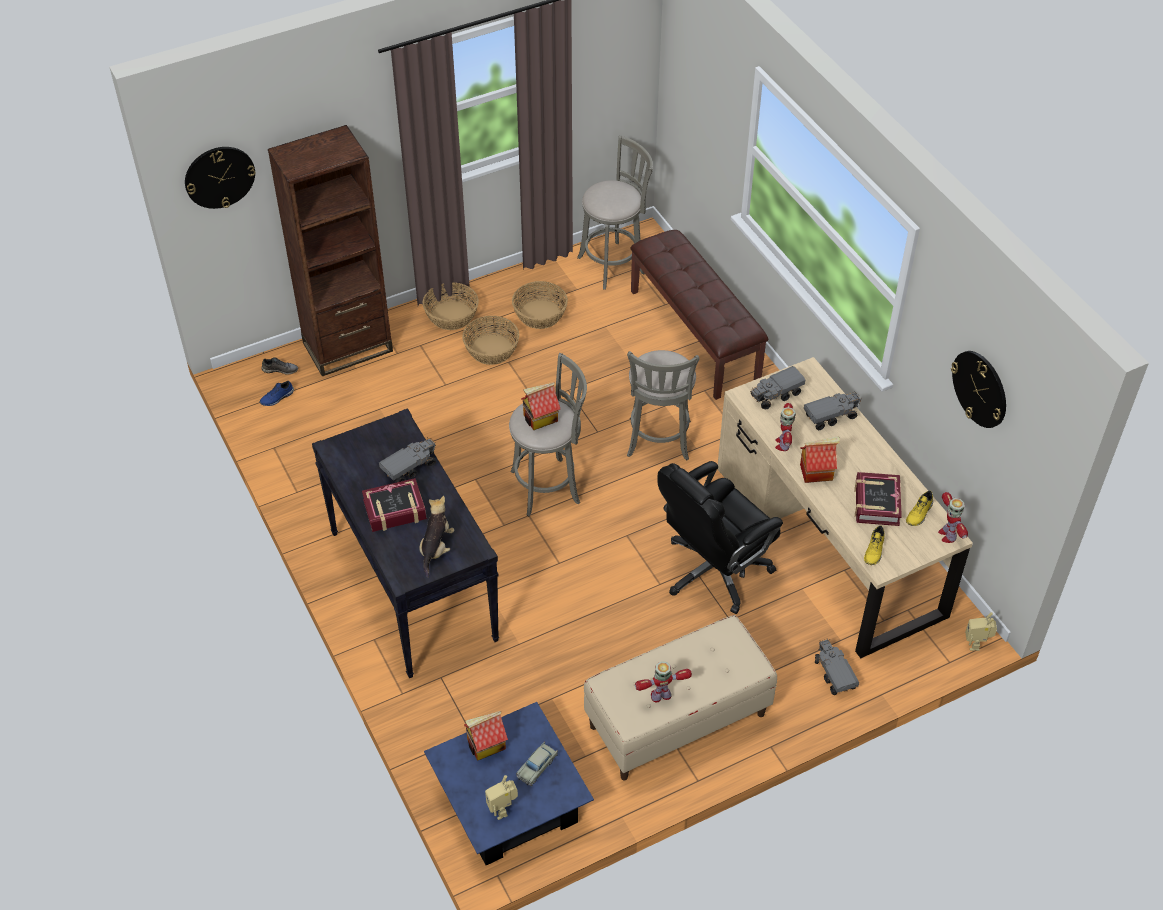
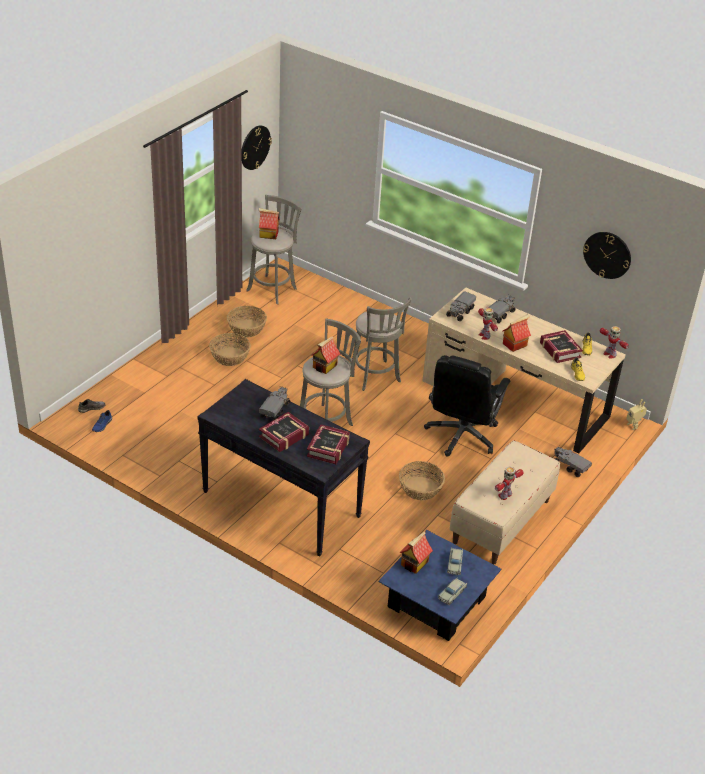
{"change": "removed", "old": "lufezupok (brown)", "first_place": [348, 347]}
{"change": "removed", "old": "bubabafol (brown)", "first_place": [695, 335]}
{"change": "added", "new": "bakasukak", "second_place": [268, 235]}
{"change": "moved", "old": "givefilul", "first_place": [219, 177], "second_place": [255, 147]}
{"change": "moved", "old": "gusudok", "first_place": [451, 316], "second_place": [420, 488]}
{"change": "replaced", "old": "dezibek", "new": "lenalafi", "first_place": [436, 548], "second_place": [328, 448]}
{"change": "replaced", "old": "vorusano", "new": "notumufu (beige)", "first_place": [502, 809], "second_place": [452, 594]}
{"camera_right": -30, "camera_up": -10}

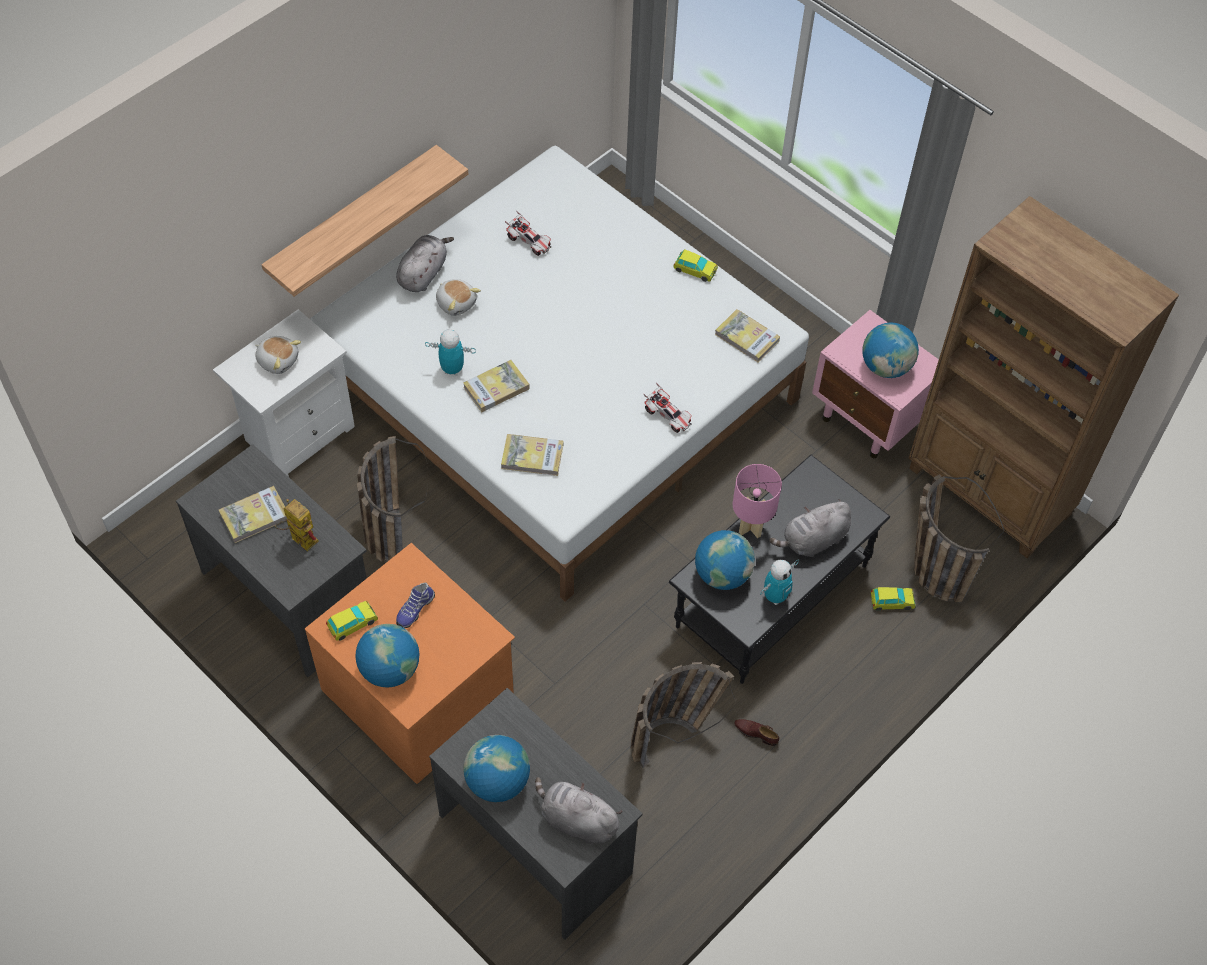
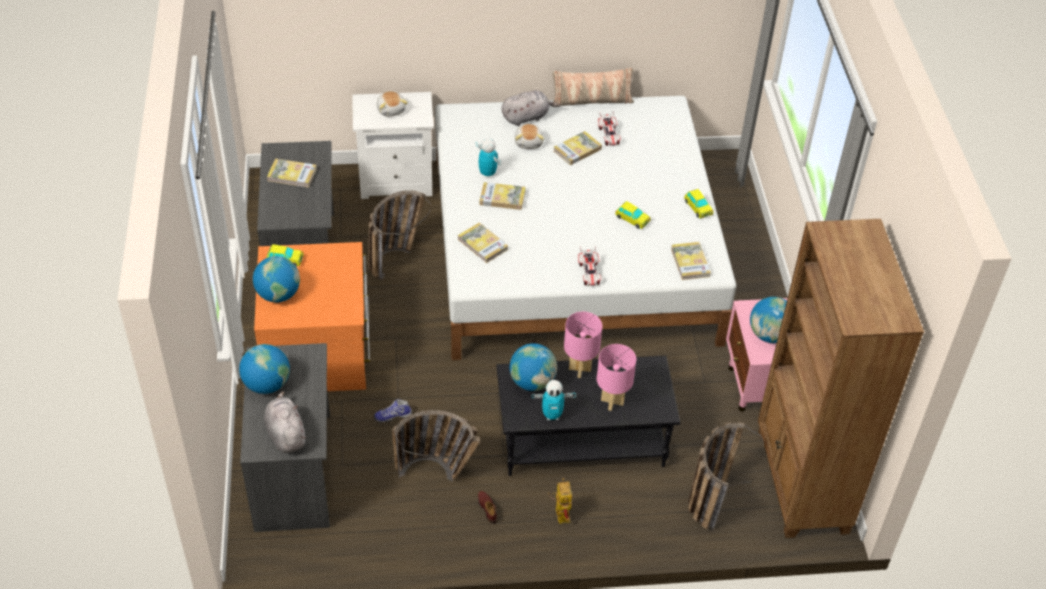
{"change": "removed", "old": "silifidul", "first_place": [353, 217]}
{"change": "added", "new": "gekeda", "second_place": [591, 100]}
{"change": "added", "new": "lenalafi", "second_place": [577, 150]}
{"change": "moved", "old": "vorusano", "first_place": [299, 539], "second_place": [560, 512]}
{"change": "moved", "old": "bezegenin", "first_place": [414, 609], "second_place": [393, 416]}
{"change": "moved", "old": "notumufu", "first_place": [892, 602], "second_place": [632, 219]}
{"change": "replaced", "old": "dezibek (grey)", "new": "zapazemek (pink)", "first_place": [812, 540], "second_place": [611, 402]}
{"camera_right": 40, "camera_up": -10}

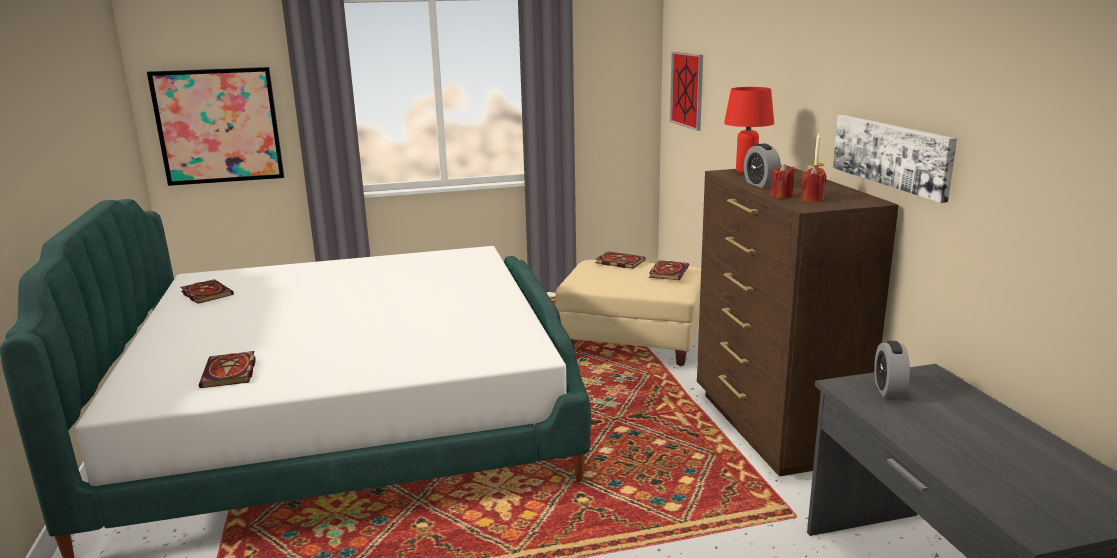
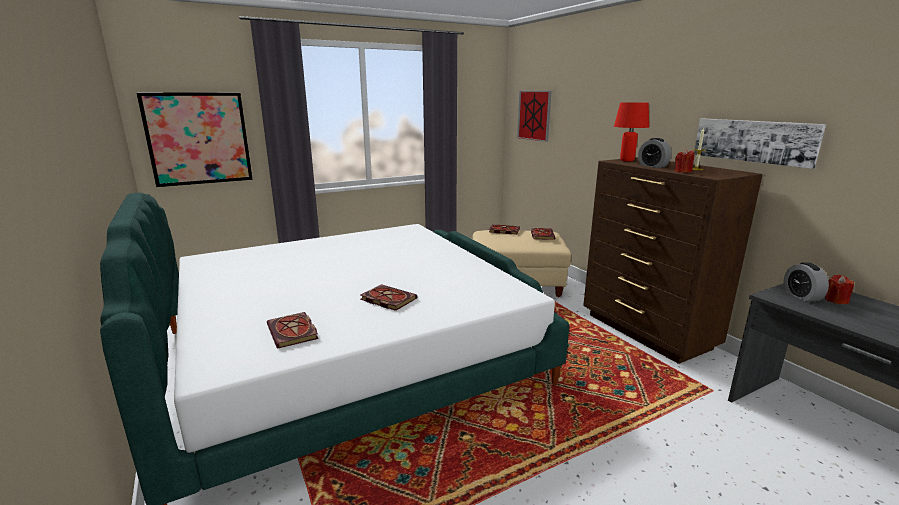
{"change": "moved", "old": "lenalafi", "first_place": [205, 293], "second_place": [386, 299]}
{"change": "moved", "old": "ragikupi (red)", "first_place": [812, 199], "second_place": [836, 300]}
{"camera_right": -15, "camera_up": 0}

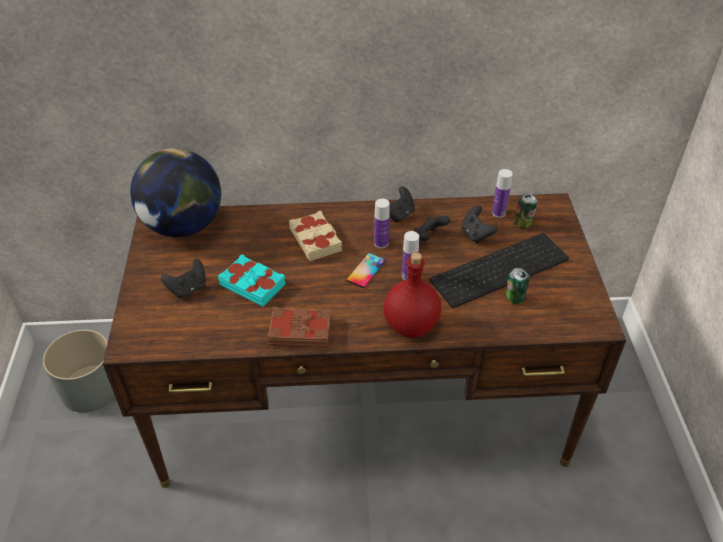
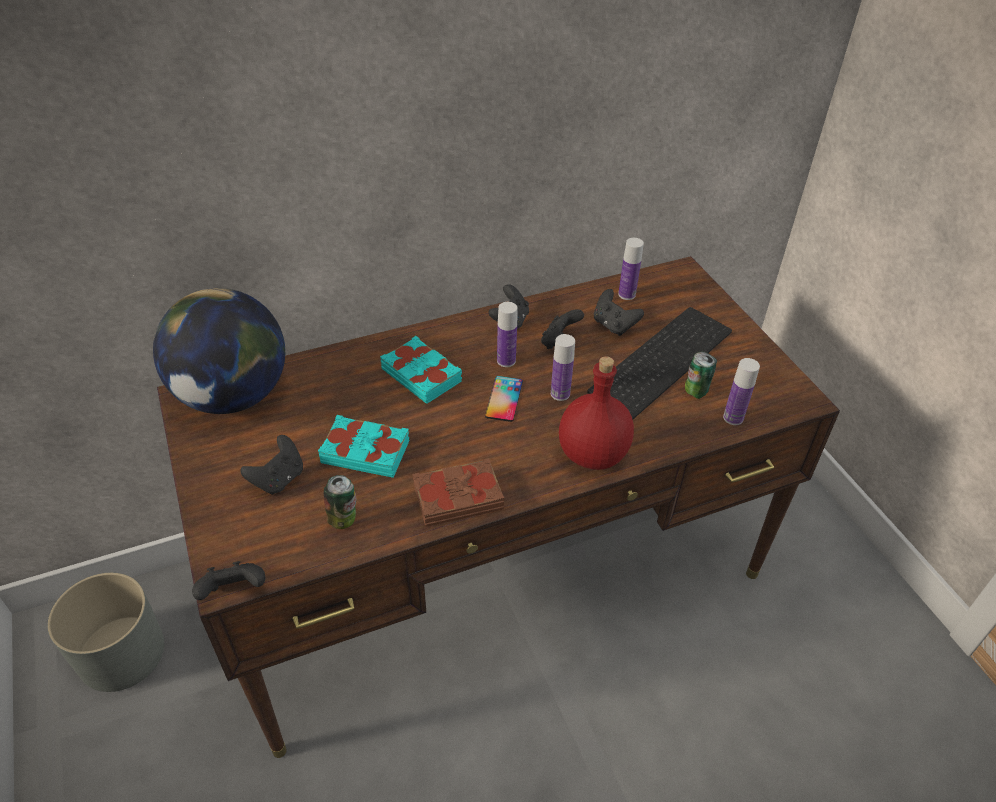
{"change": "added", "new": "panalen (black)", "second_place": [234, 591]}
{"change": "added", "new": "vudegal", "second_place": [733, 418]}
{"change": "moved", "old": "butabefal", "first_place": [523, 224], "second_place": [344, 519]}
{"change": "recoloured", "old": "lenalafi (beige)", "new": "lenalafi (turquoise)", "first_place": [316, 240], "second_place": [422, 374]}
{"camera_right": -20, "camera_up": 0}

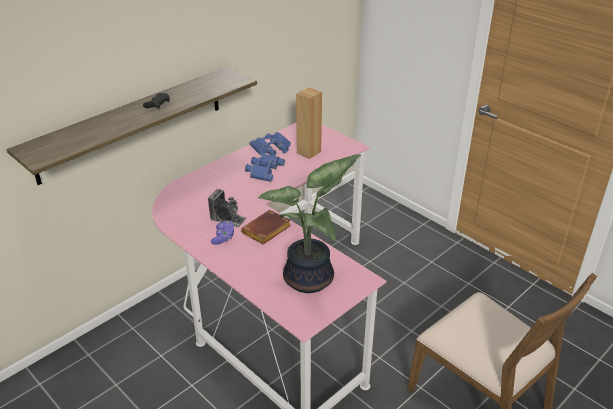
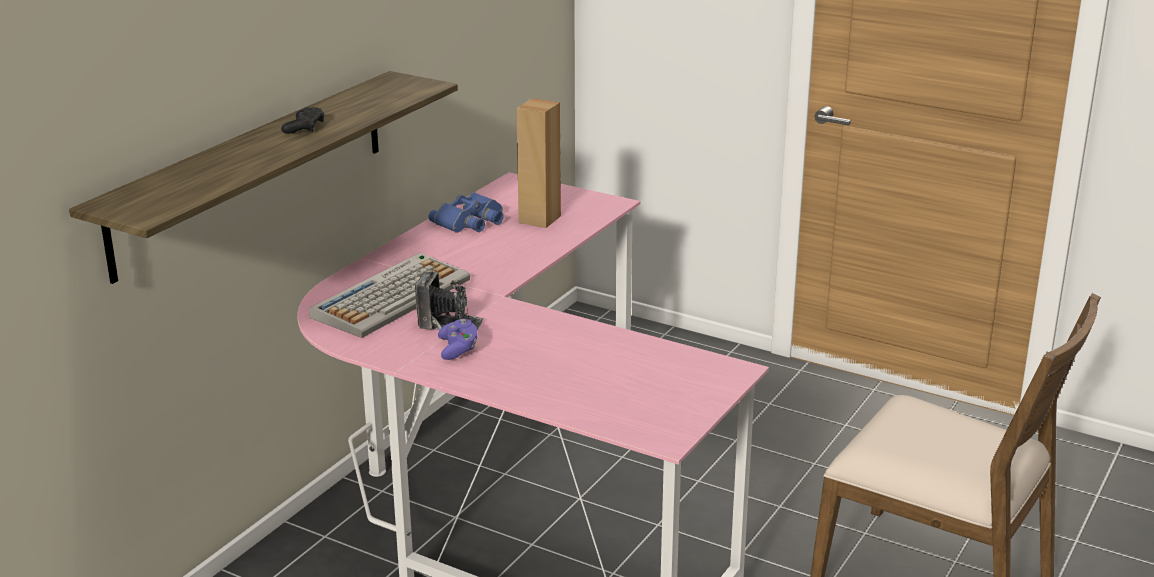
{"change": "removed", "old": "lenalafi (brown)", "first_place": [266, 231]}
{"change": "removed", "old": "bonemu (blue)", "first_place": [263, 170]}
{"change": "removed", "old": "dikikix", "first_place": [312, 279]}
{"change": "added", "new": "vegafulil", "second_place": [392, 297]}
{"camera_right": -15, "camera_up": -10}

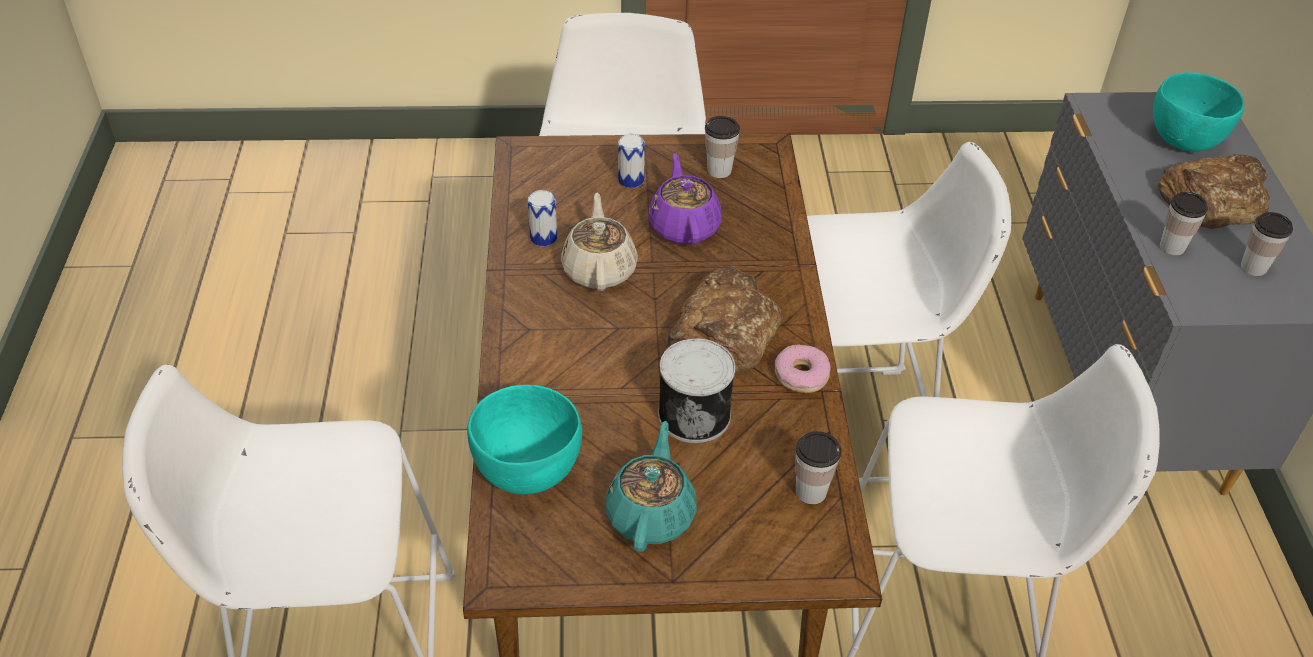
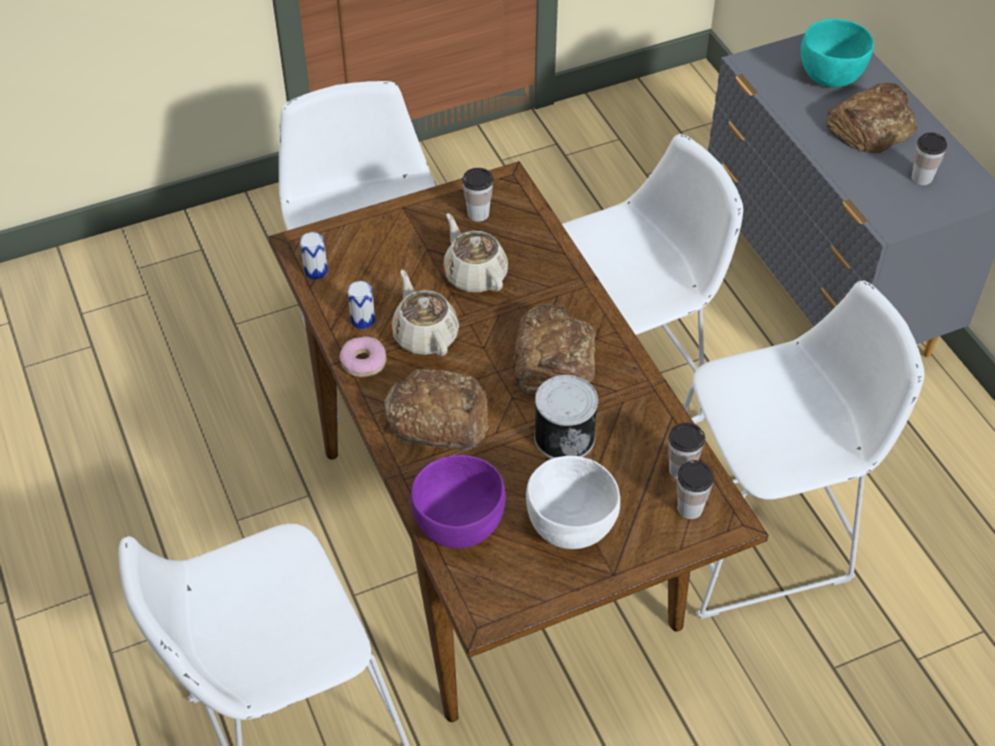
{"change": "added", "new": "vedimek", "second_place": [437, 417]}
{"change": "moved", "old": "butabefal", "first_place": [631, 180], "second_place": [316, 271]}
{"change": "moved", "old": "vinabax", "first_place": [801, 375], "second_place": [364, 362]}
{"change": "moved", "old": "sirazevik", "first_place": [1172, 247], "second_place": [689, 508]}
{"change": "replaced", "old": "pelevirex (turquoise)", "new": "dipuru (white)", "first_place": [651, 513], "second_place": [571, 527]}
{"change": "recoloured", "old": "dipuru (turquoise)", "new": "dipuru (purple)", "first_place": [529, 472], "second_place": [460, 526]}
{"change": "recoloured", "old": "pelevirex (purple)", "new": "pelevirex (beige)", "first_place": [684, 226], "second_place": [474, 274]}
{"camera_right": -20, "camera_up": 5}

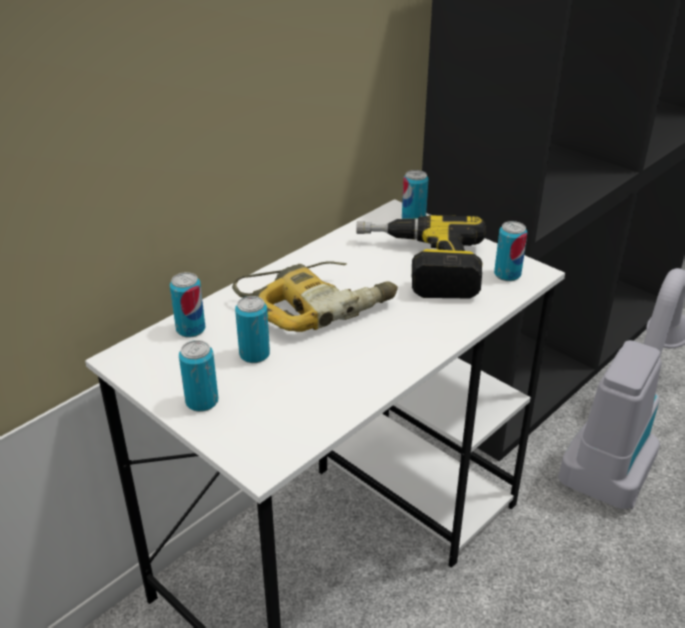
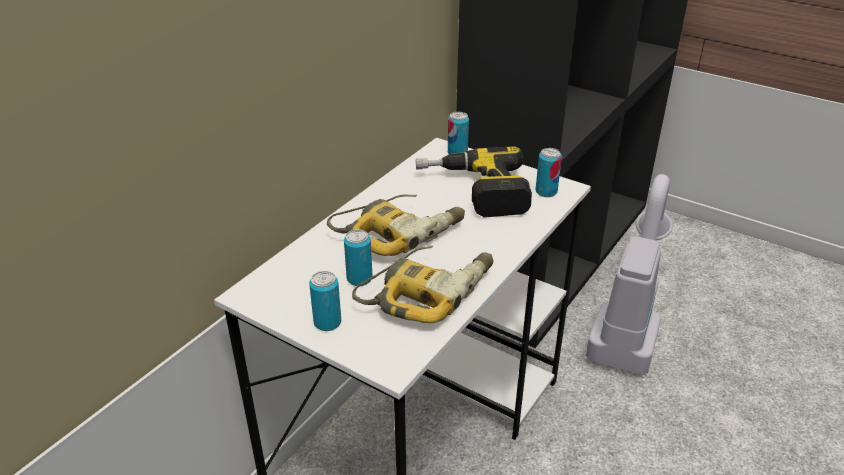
{"change": "removed", "old": "butabefal", "first_place": [191, 329]}
{"change": "added", "new": "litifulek", "second_place": [428, 290]}
{"camera_right": -10, "camera_up": 0}

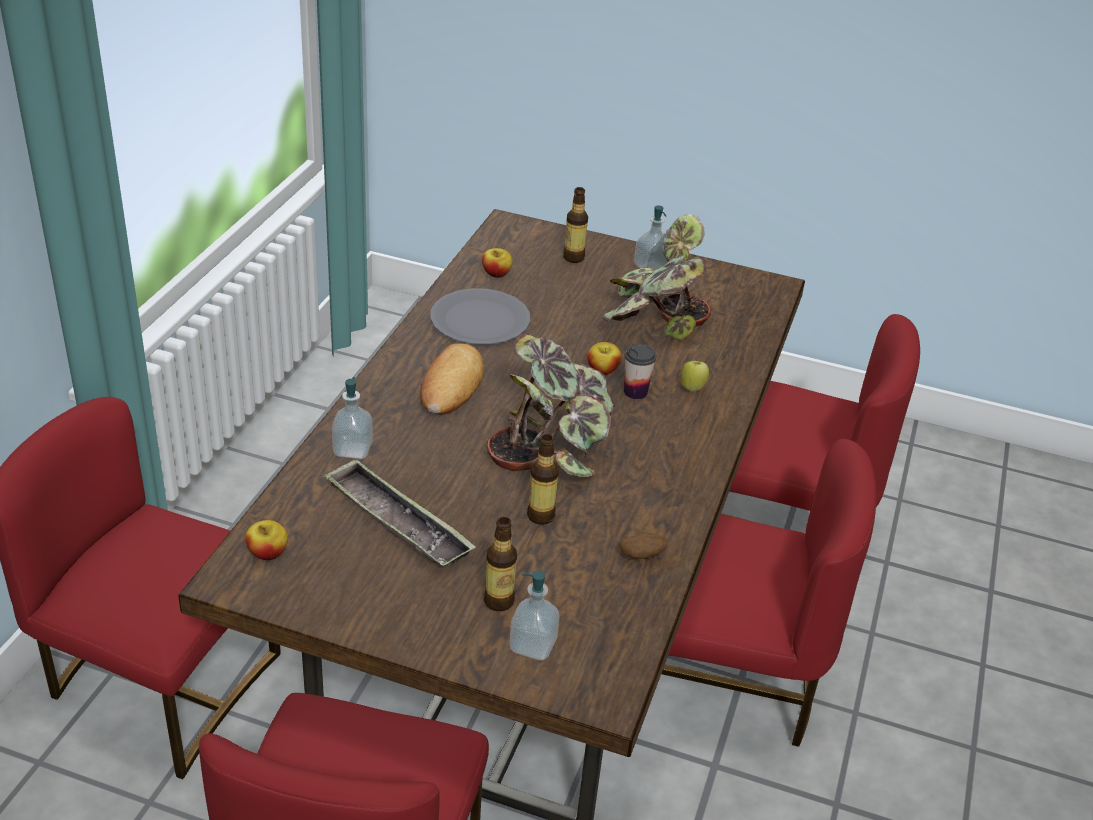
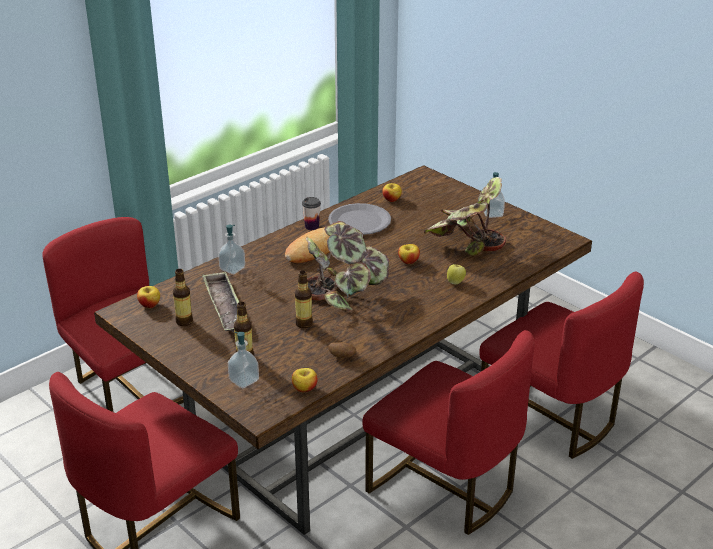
{"change": "added", "new": "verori", "second_place": [304, 388]}
{"change": "moved", "old": "vudegal", "first_place": [573, 258], "second_place": [184, 322]}
{"change": "moved", "old": "sirazevik", "first_place": [635, 392], "second_place": [312, 226]}
{"camera_right": 30, "camera_up": -5}

